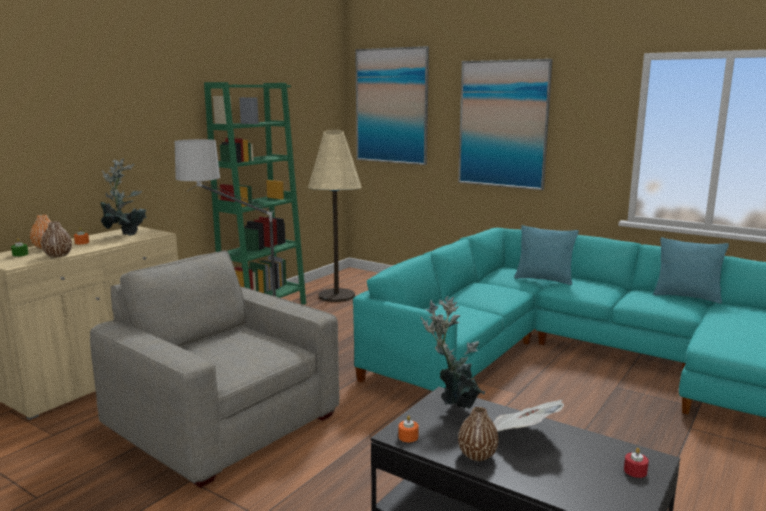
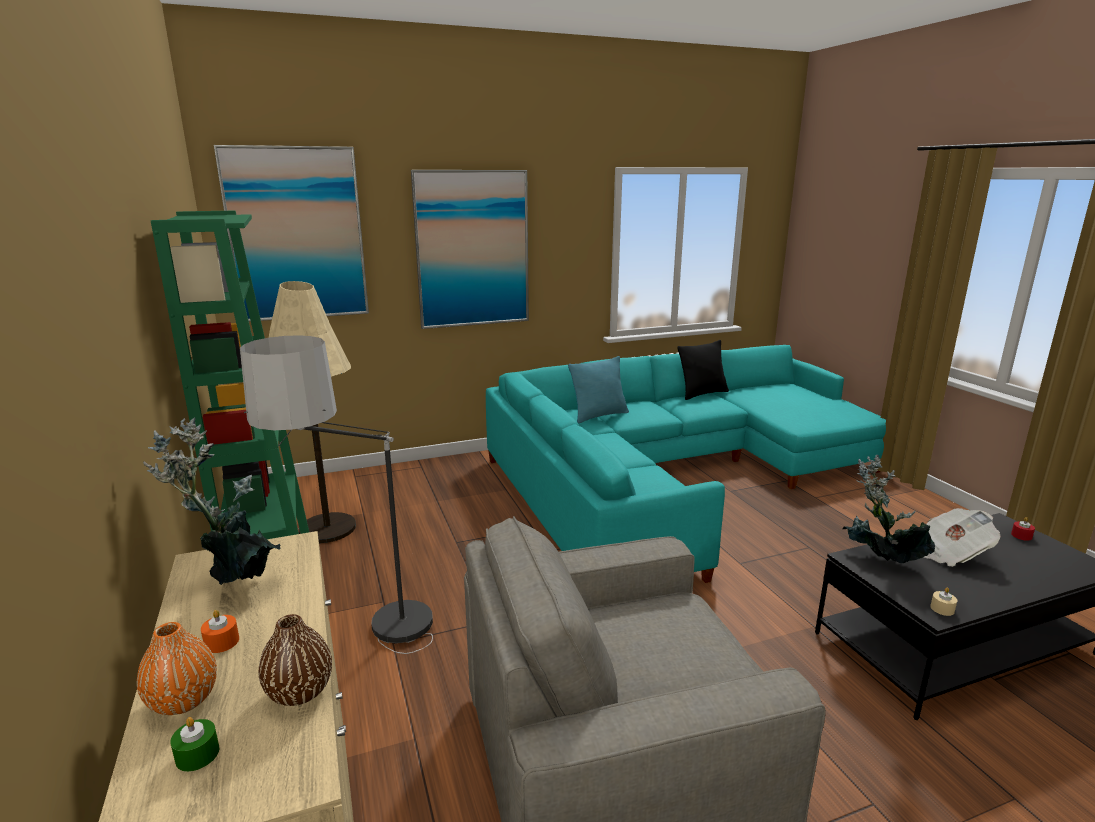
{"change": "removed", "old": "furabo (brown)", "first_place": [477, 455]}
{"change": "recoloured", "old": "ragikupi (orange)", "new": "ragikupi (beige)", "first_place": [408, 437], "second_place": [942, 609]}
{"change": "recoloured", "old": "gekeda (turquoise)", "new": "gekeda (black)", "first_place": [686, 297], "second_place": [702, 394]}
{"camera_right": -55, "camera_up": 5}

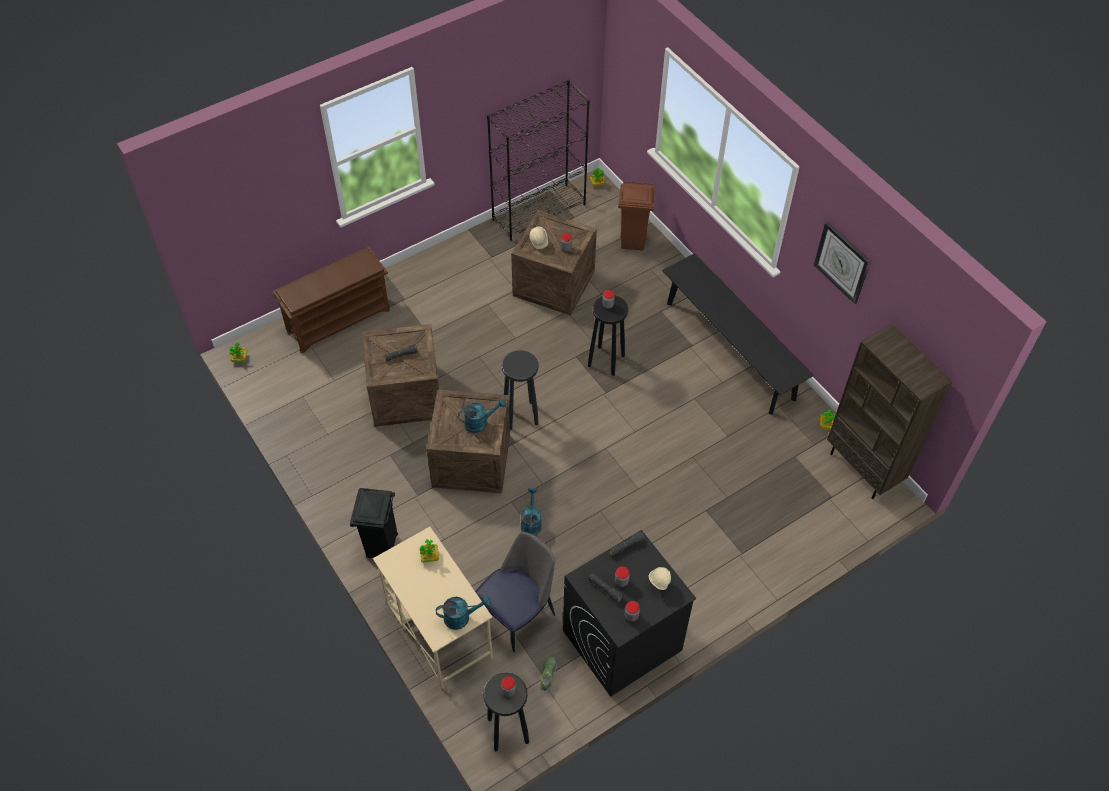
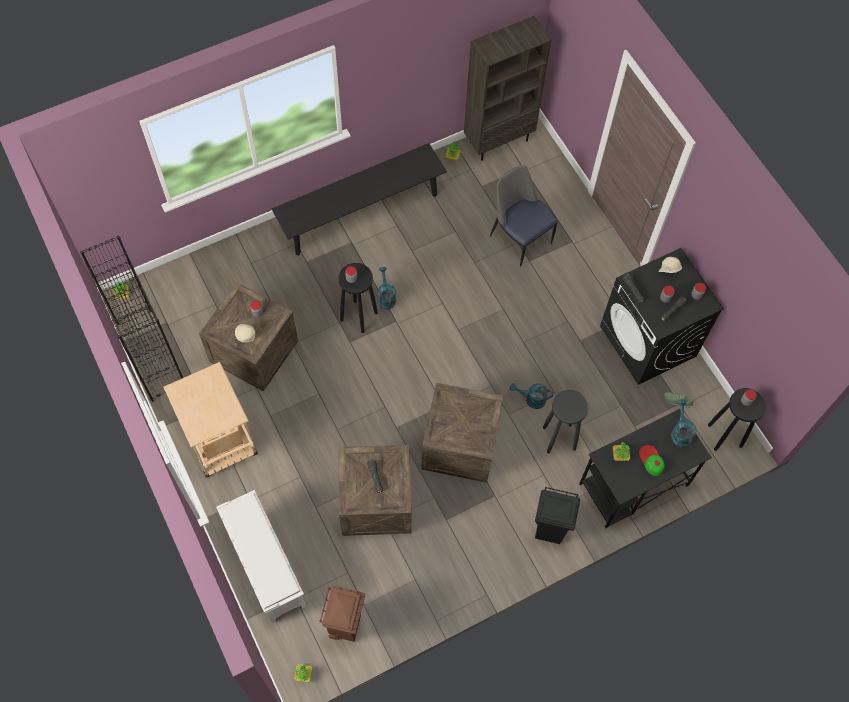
{"change": "removed", "old": "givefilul", "first_place": [842, 262]}
{"change": "added", "new": "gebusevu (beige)", "second_place": [223, 445]}
{"change": "added", "new": "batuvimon", "second_place": [651, 460]}
{"change": "moved", "old": "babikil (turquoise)", "first_place": [480, 422], "second_place": [386, 297]}
{"change": "moved", "old": "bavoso", "first_place": [518, 614], "second_place": [519, 238]}
{"change": "moved", "old": "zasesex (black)", "first_place": [521, 415], "second_place": [559, 437]}
{"change": "moved", "old": "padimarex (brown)", "first_place": [633, 242], "second_place": [345, 625]}
{"change": "recoloured", "old": "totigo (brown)", "new": "totigo (white)", "first_place": [339, 319], "second_place": [265, 566]}
{"change": "recoloured", "old": "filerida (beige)", "new": "filerida (black)", "first_place": [438, 629], "second_place": [633, 485]}
{"camera_right": -85, "camera_up": 10}

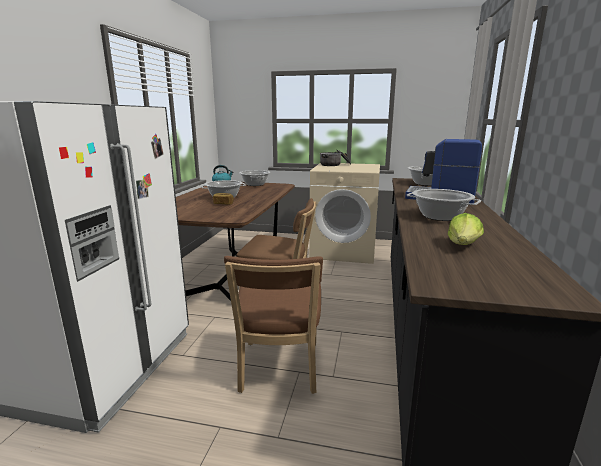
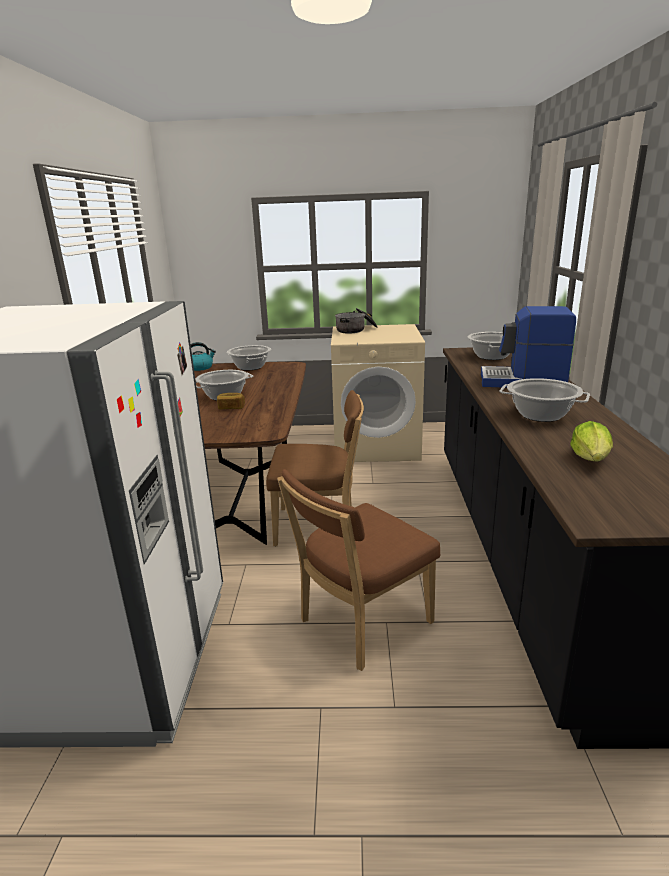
{"change": "turned", "old": "bavoso (brown)", "first_place": [279, 370], "second_place": [360, 624], "degrees": 60}
{"camera_right": -10, "camera_up": 5}

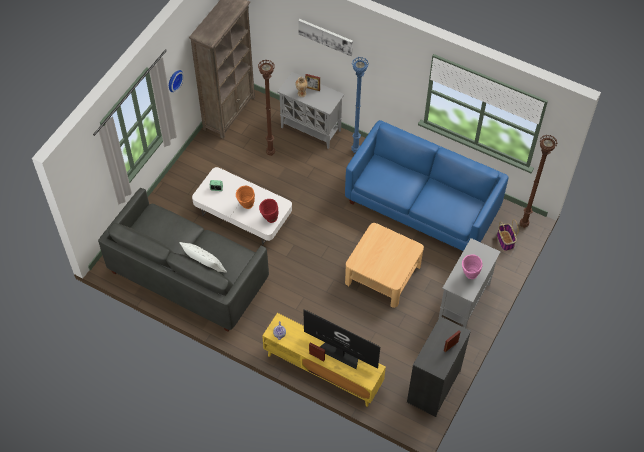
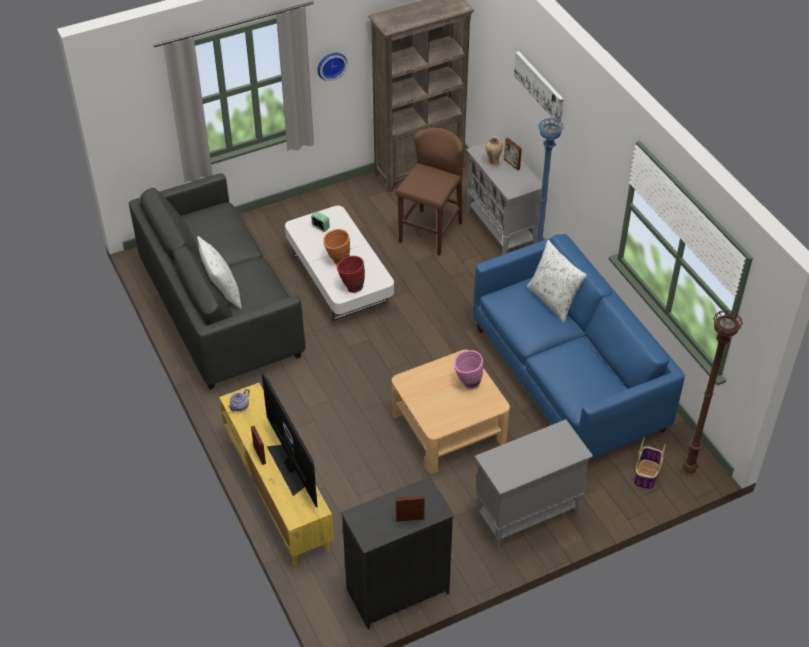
{"change": "added", "new": "gekeda (white)", "second_place": [553, 300]}
{"change": "moved", "old": "furabo (pink)", "first_place": [469, 276], "second_place": [467, 384]}
{"change": "replaced", "old": "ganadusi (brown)", "new": "zasesex (brown)", "first_place": [271, 153], "second_place": [430, 232]}
{"camera_right": 35, "camera_up": -10}

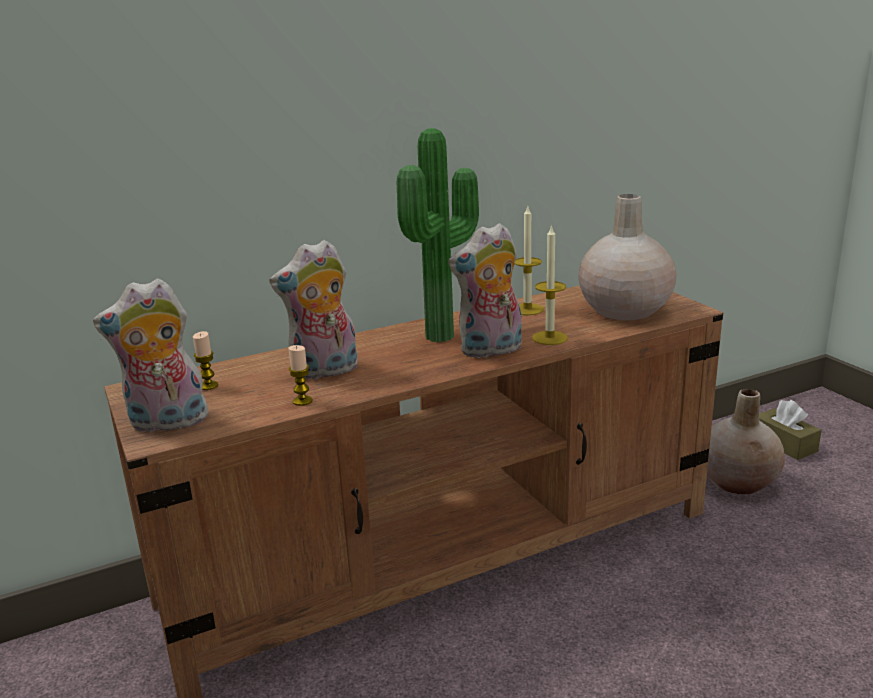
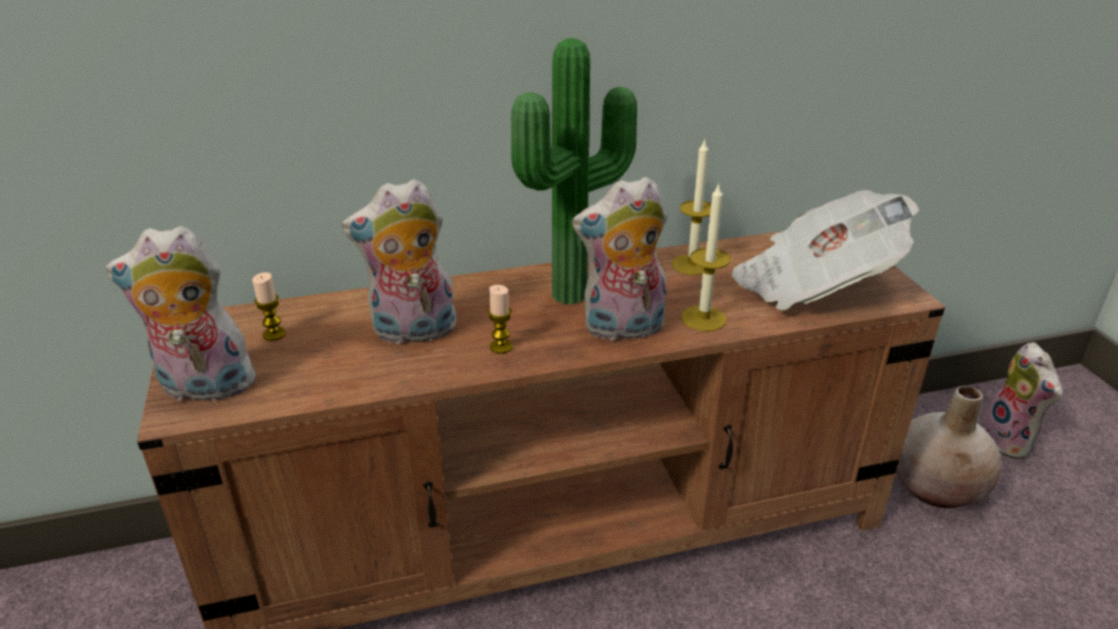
{"change": "moved", "old": "ragikupi", "first_place": [302, 401], "second_place": [501, 347]}
{"change": "replaced", "old": "furabo (beige)", "new": "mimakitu", "first_place": [624, 311], "second_place": [813, 285]}
{"change": "replaced", "old": "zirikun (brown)", "new": "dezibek", "first_place": [784, 444], "second_place": [1009, 442]}
{"camera_right": 10, "camera_up": 10}

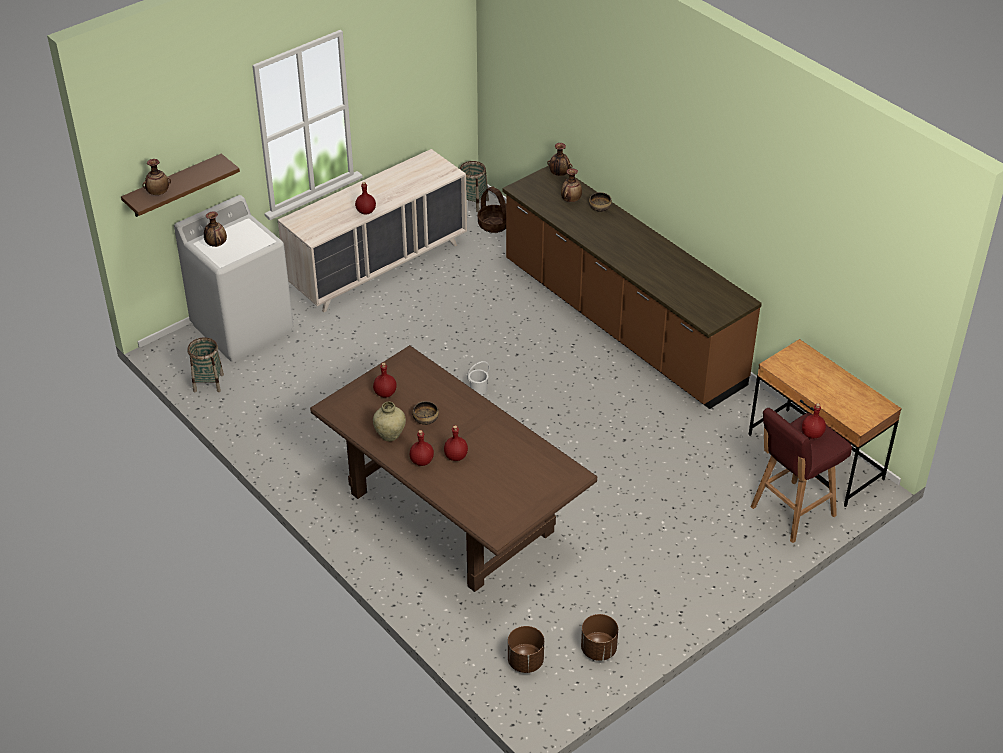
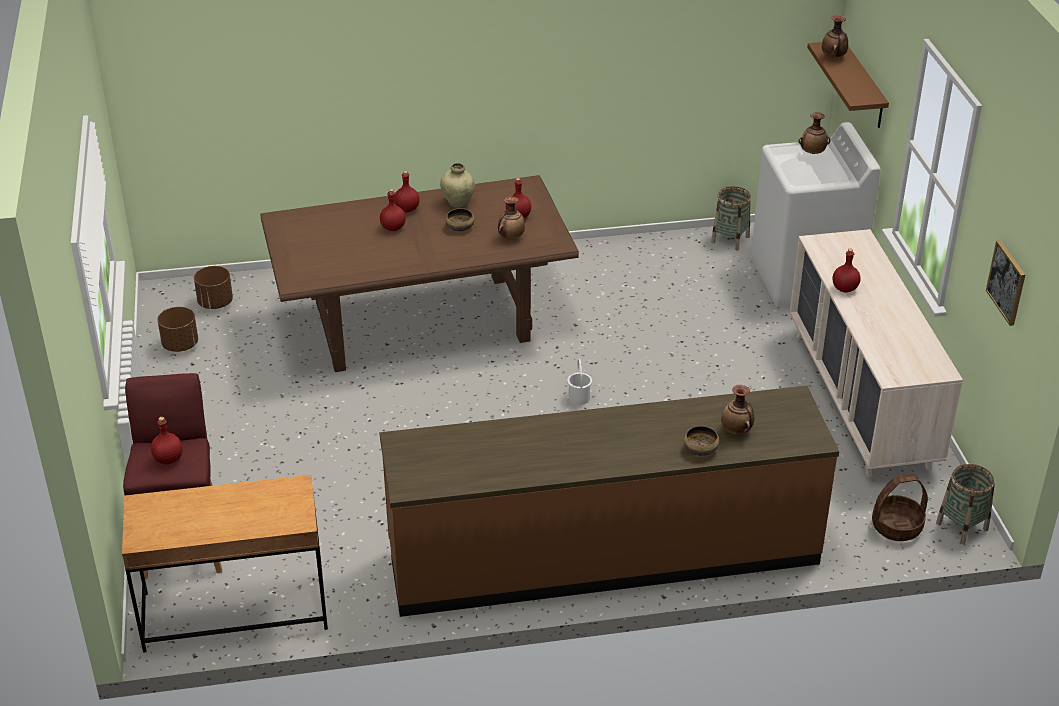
{"change": "added", "new": "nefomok", "second_place": [1007, 282]}
{"change": "moved", "old": "furabo", "first_place": [559, 174], "second_place": [511, 237]}
{"camera_right": 120, "camera_up": -5}

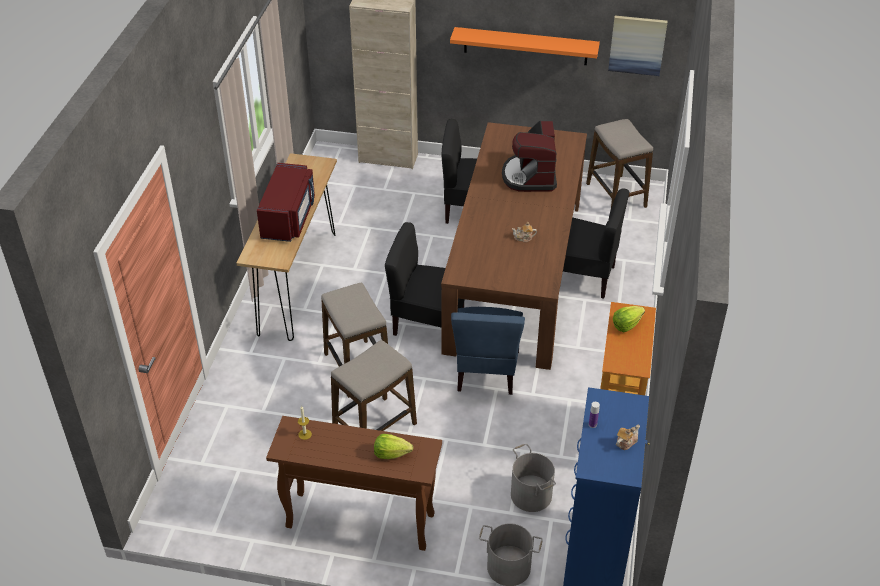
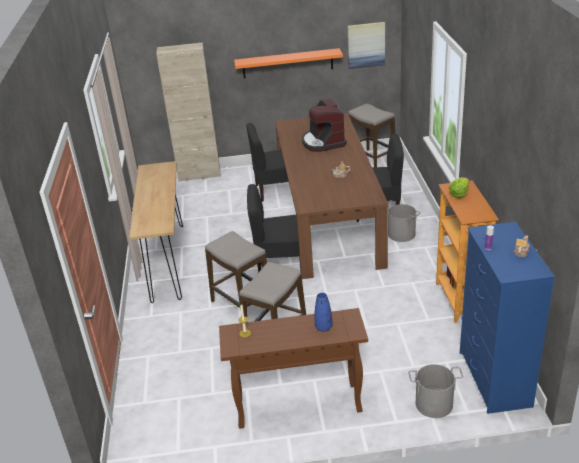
{"change": "removed", "old": "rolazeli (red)", "first_place": [289, 218]}
{"change": "removed", "old": "bavoso (blue)", "first_place": [486, 371]}
{"change": "moved", "old": "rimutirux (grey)", "first_place": [530, 495], "second_place": [401, 234]}
{"change": "replaced", "old": "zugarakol", "new": "furabo (blue)", "first_place": [391, 453], "second_place": [323, 327]}
{"camera_right": -15, "camera_up": -10}

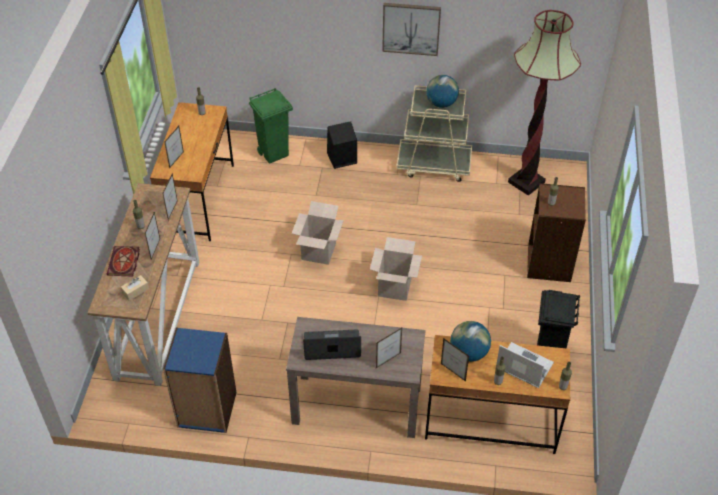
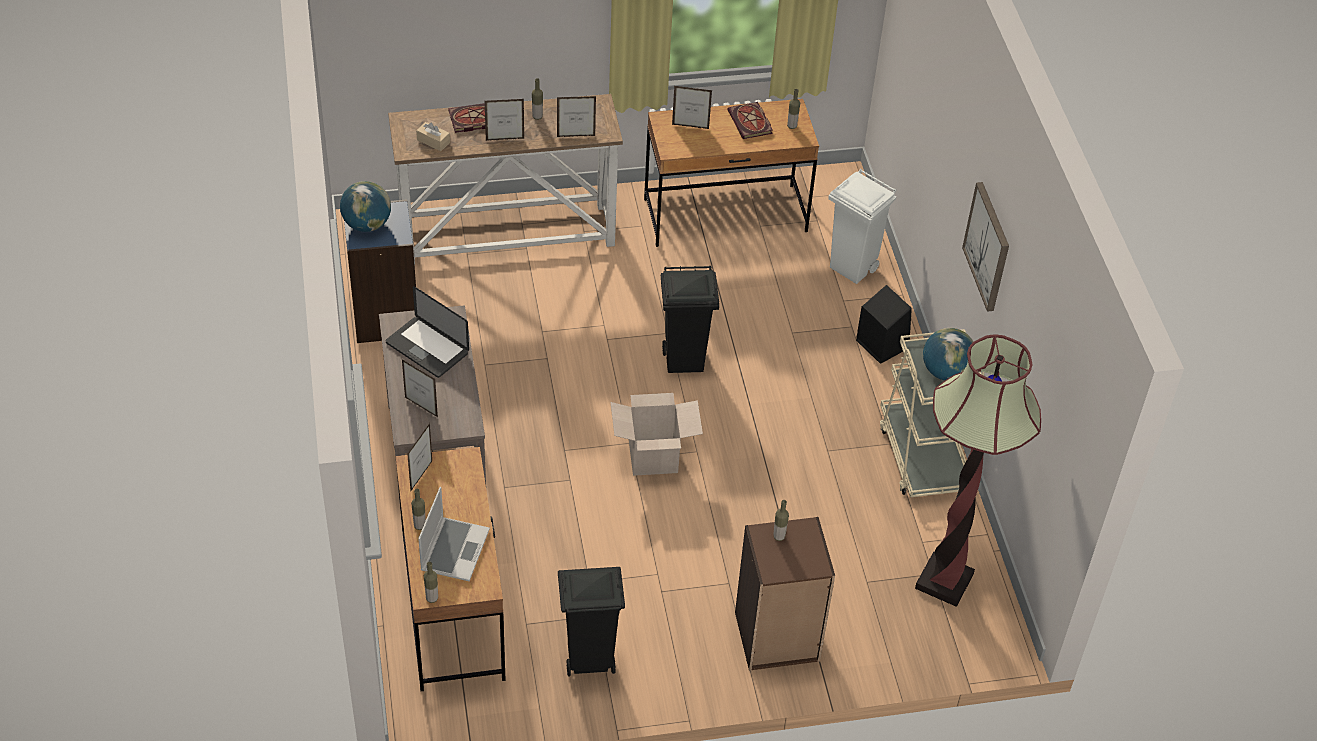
{"change": "added", "new": "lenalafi", "second_place": [751, 123]}
{"change": "moved", "old": "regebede", "first_place": [468, 353], "second_place": [367, 224]}
{"change": "replaced", "old": "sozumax", "new": "padimarex (black)", "first_place": [318, 251], "second_place": [685, 360]}
{"change": "recoloured", "old": "padimarex (green)", "new": "padimarex (white)", "first_place": [274, 154], "second_place": [853, 268]}
{"change": "turned", "old": "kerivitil", "first_place": [332, 346], "second_place": [427, 348], "degrees": 150}
{"camera_right": 70, "camera_up": 0}

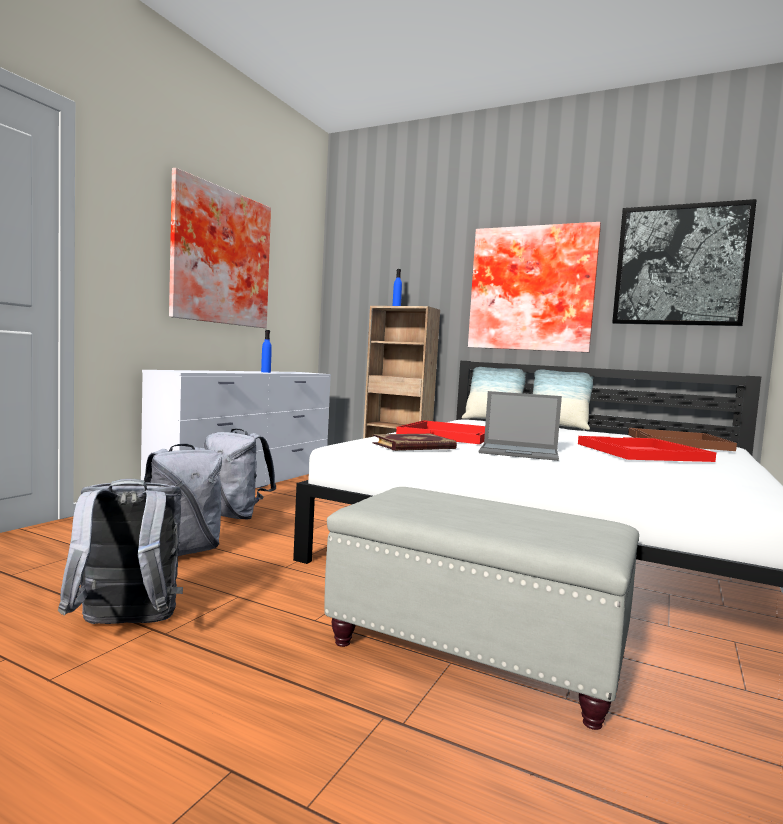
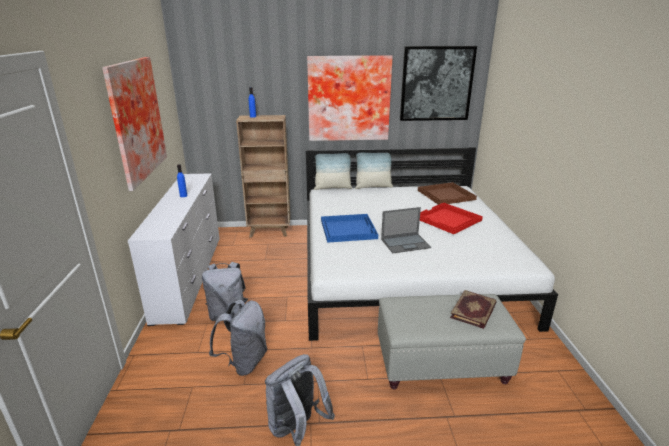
{"change": "moved", "old": "lenalafi", "first_place": [414, 446], "second_place": [474, 311]}
{"change": "recoloured", "old": "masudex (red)", "new": "masudex (blue)", "first_place": [449, 435], "second_place": [348, 229]}
{"camera_right": -30, "camera_up": 20}

